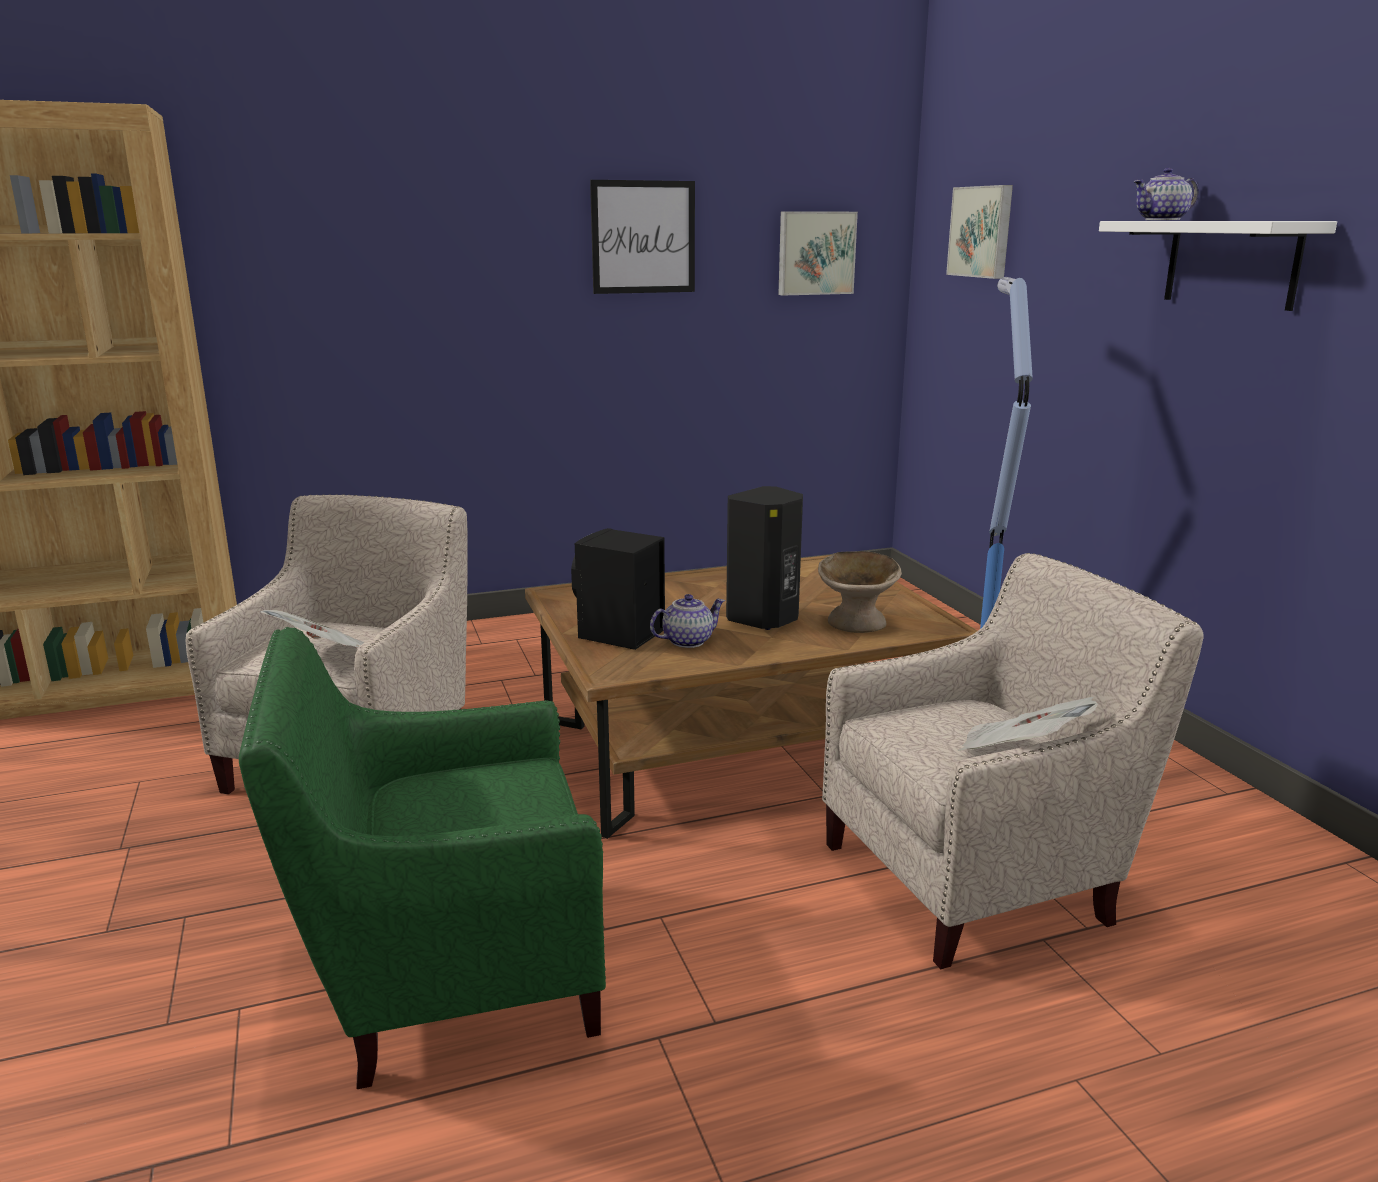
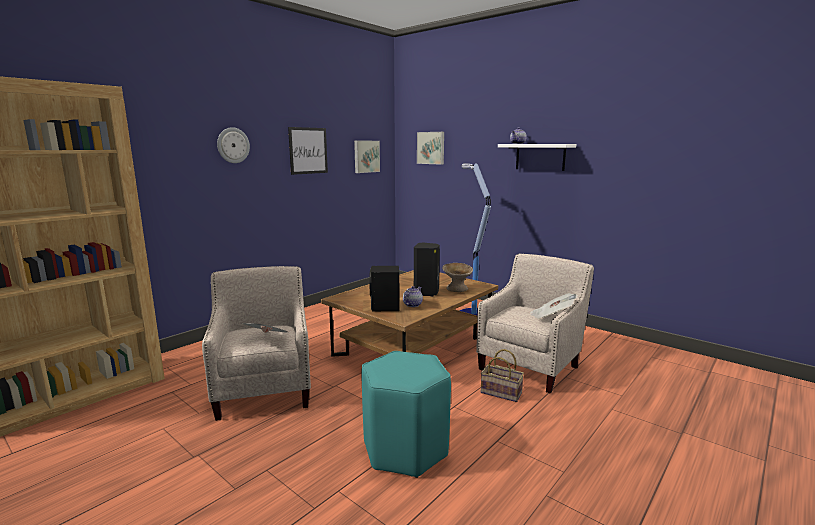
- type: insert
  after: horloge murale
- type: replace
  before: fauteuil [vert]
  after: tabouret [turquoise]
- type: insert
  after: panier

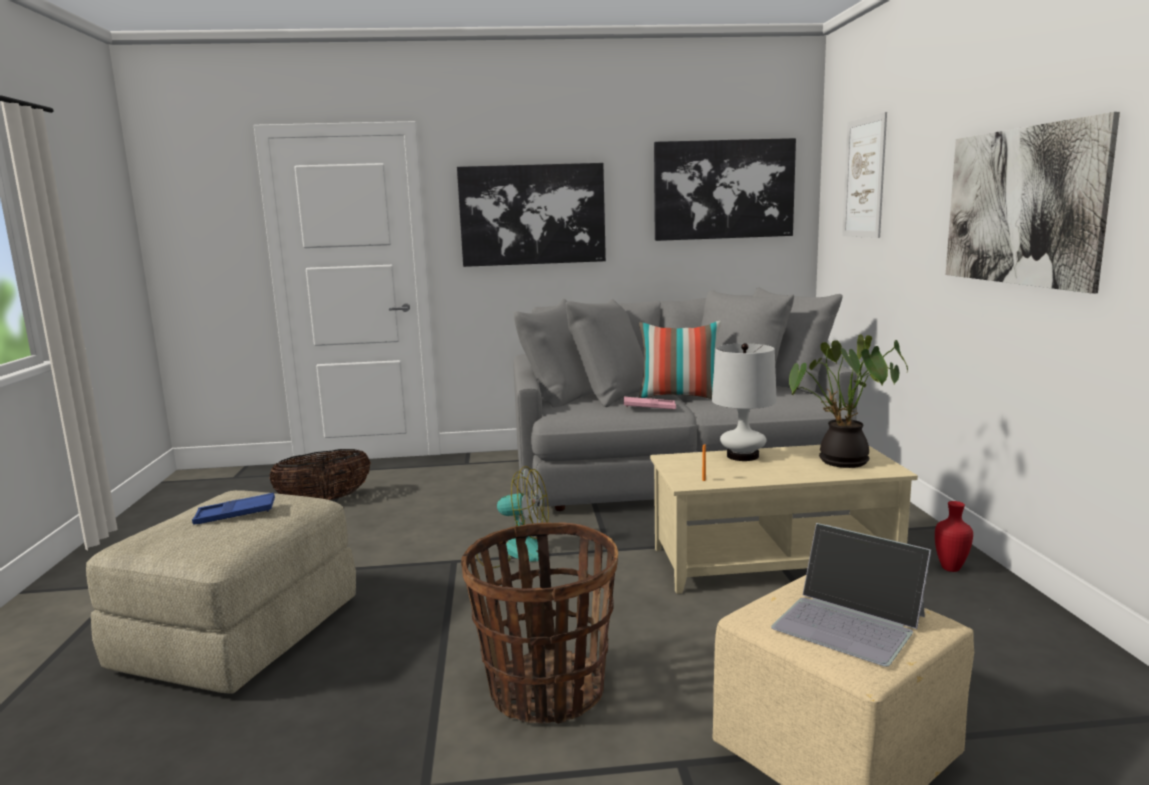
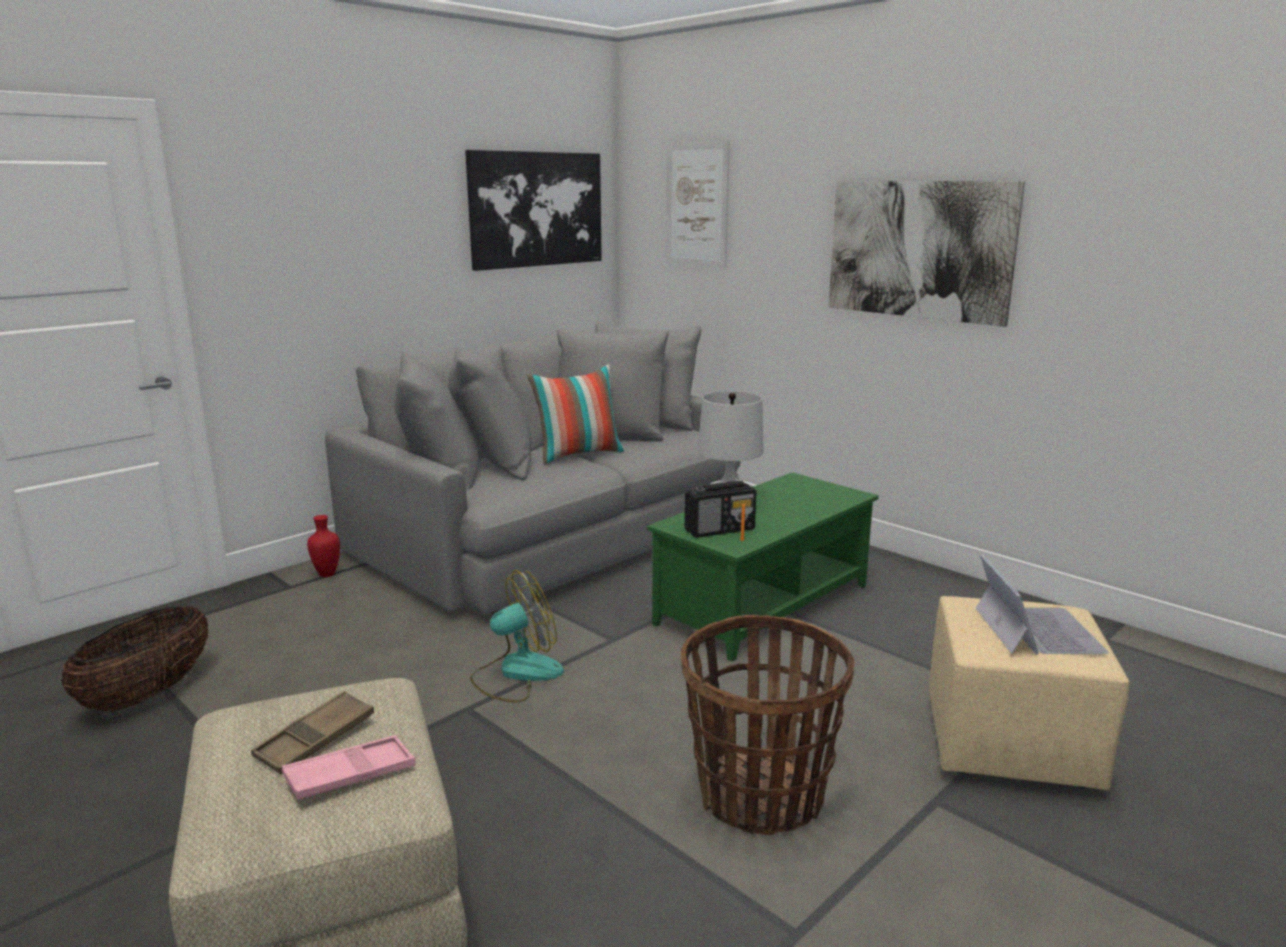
- type: recolor
  before: plateau [bleu]
  after: plateau [marron]
- type: move
  before: plateau [rose]
- type: move
  before: vase [rouge]
- type: recolor
  before: table basse [beige]
  after: table basse [vert]
- type: insert
  after: radio
- type: rotate
  before: ordinateur portable
  turn: -90
- type: delete
  before: tableau (1st from left)
- type: delete
  before: plante en pot

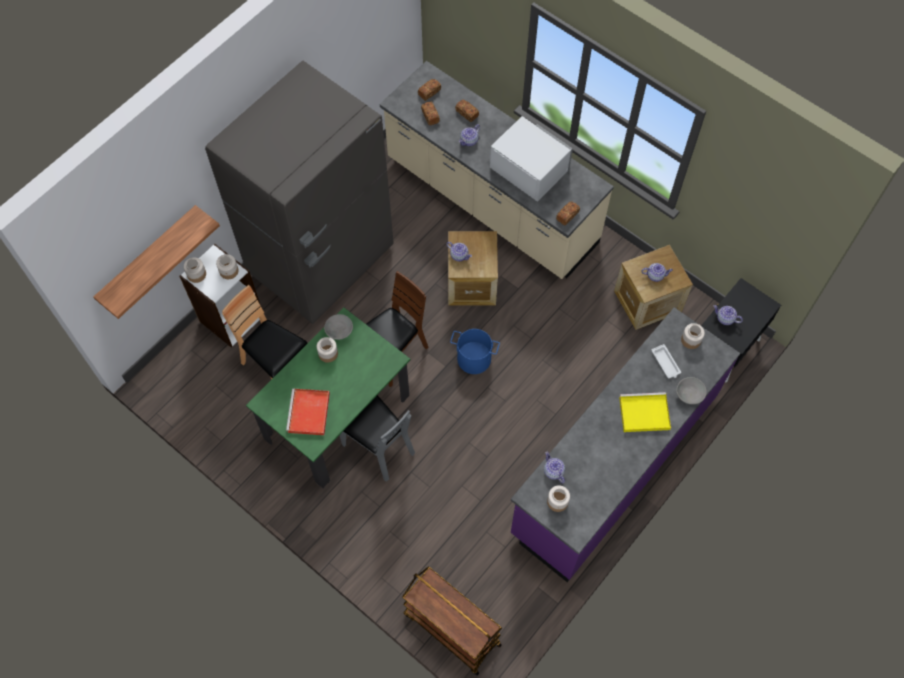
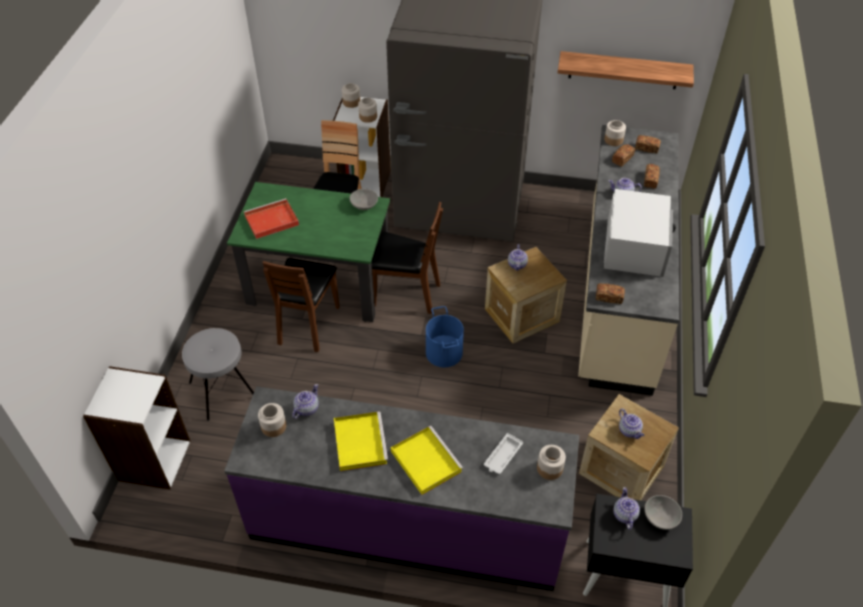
- type: replace
  before: chariot [marron]
  after: bibliothèque [blanc] (1st from left)
- type: insert
  after: tabouret [gris]
- type: recolor
  before: chaise [gris]
  after: chaise [marron] (1st from left)
- type: insert
  after: plateau [jaune] (1st from left)
- type: move
  before: étagère
- type: move
  before: bocal (3rd from left in the first image)
  after: bocal (5th from left)
- type: move
  before: bol [gris] (2nd from left)

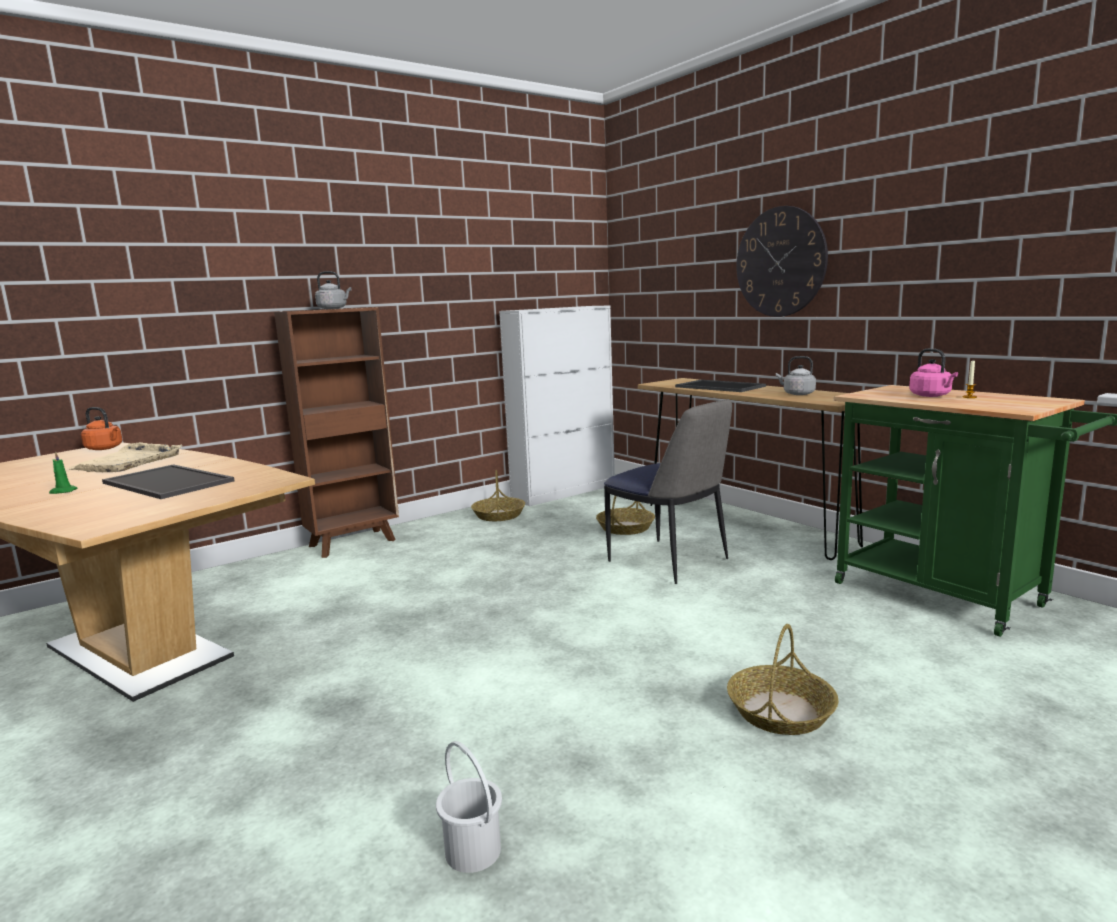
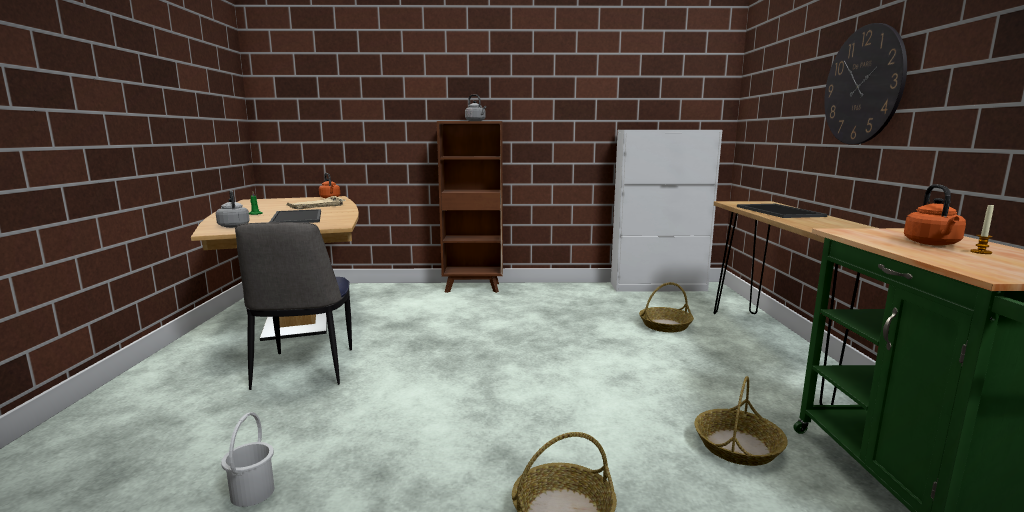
- type: move
  before: bouilloire [gris] (2nd from left in the first image)
  after: bouilloire [gris] (1st from left)
- type: move
  before: chaise
- type: move
  before: panier (1st from left in the first image)
  after: panier (3rd from left)
- type: recolor
  before: bouilloire [rose]
  after: bouilloire [orange] (2nd from left)

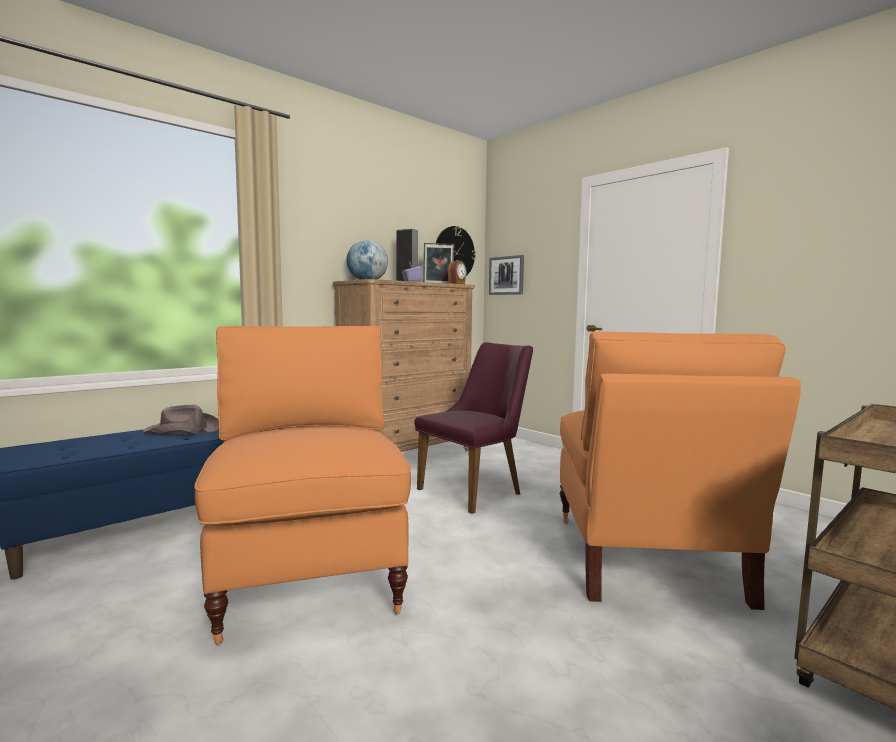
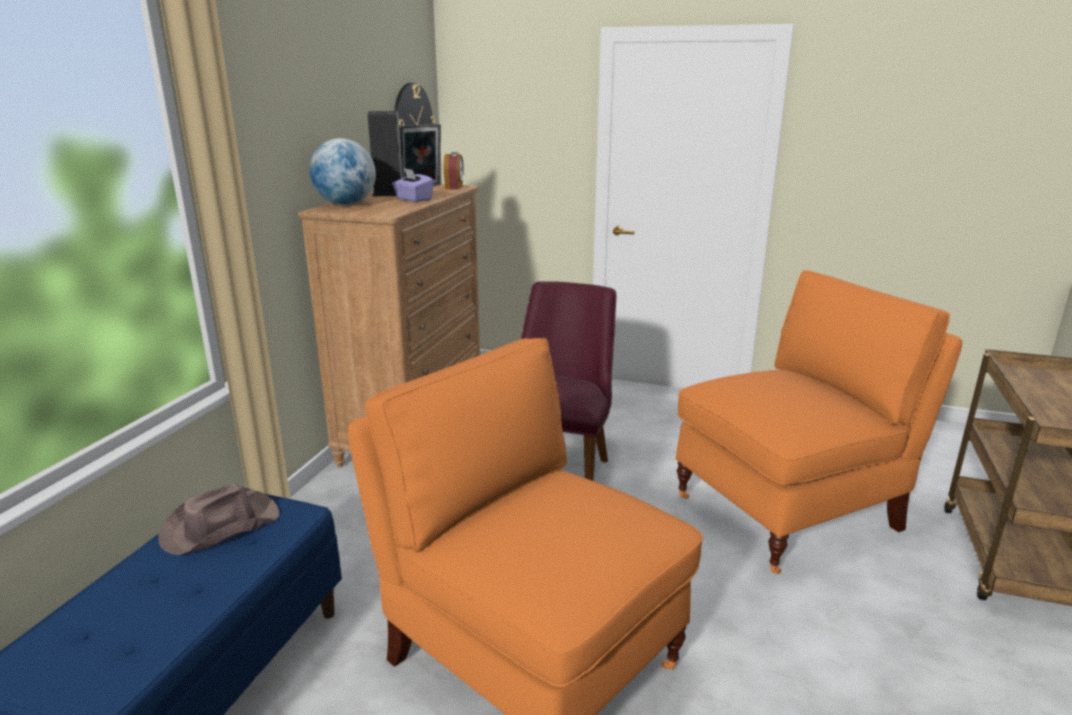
- type: rotate
  before: chaise [orange] (2nd from left)
  turn: -90
- type: delete
  before: tableau

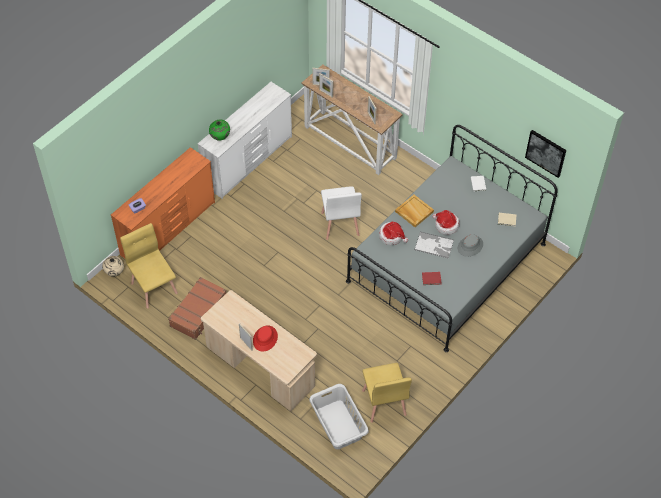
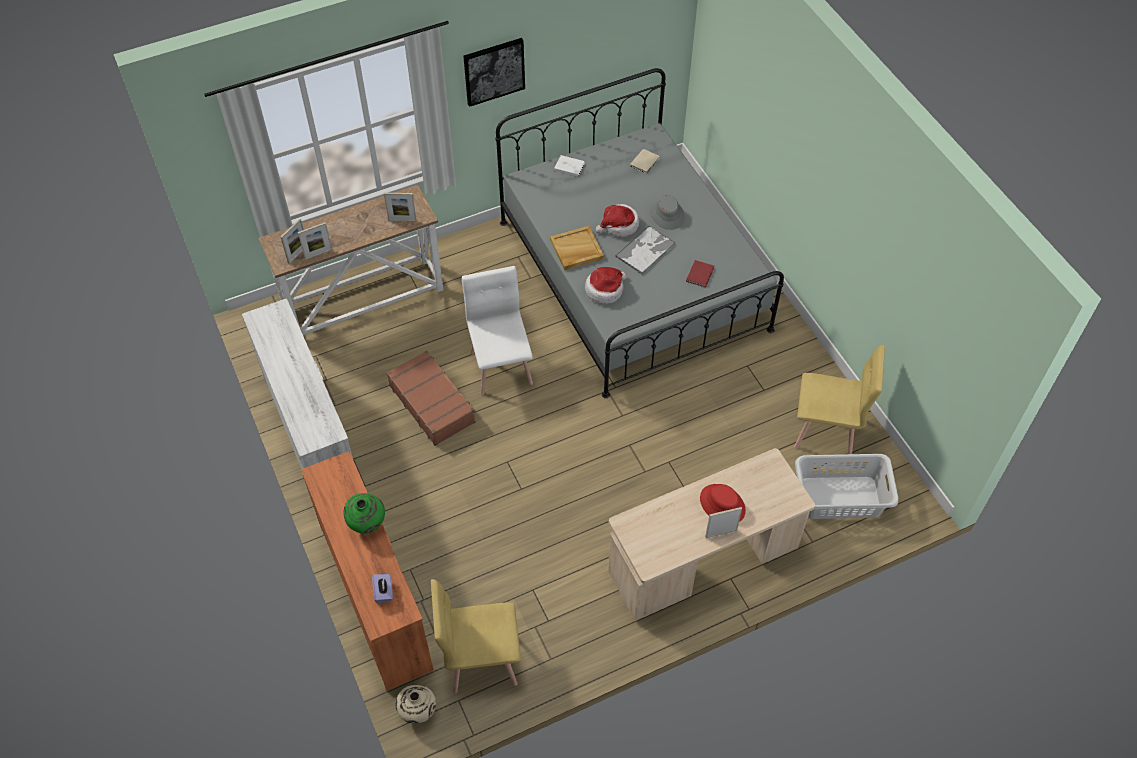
- type: move
  before: vase [vert]
- type: move
  before: valise [marron]
- type: rotate
  before: chaise [blanc]
  turn: -120
- type: move
  before: tableau

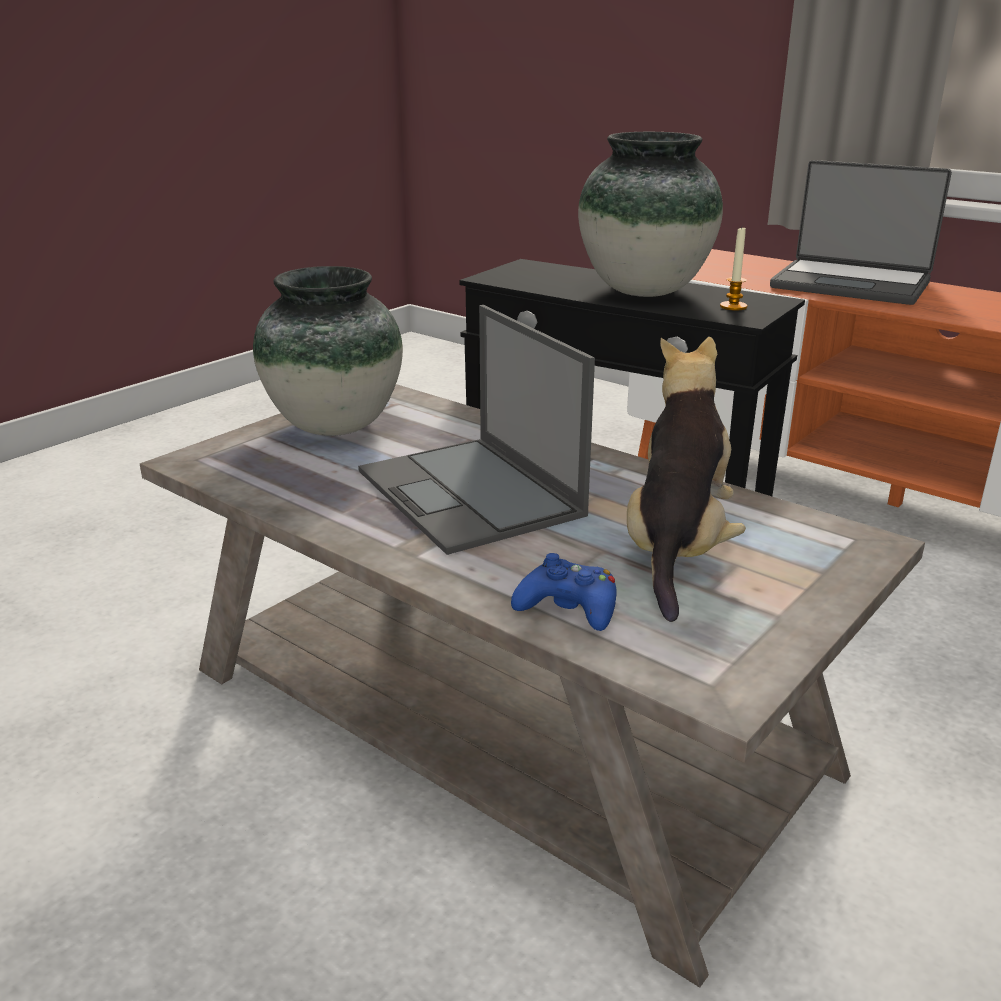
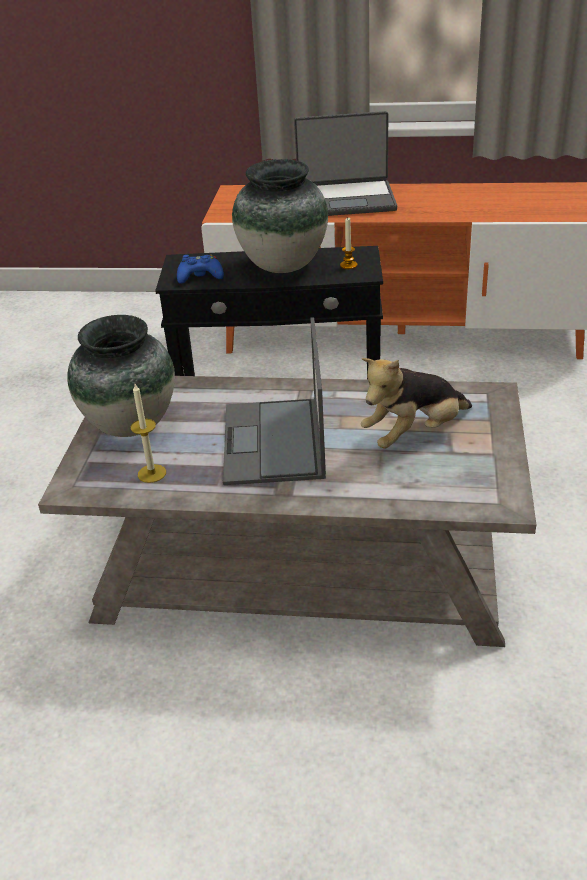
- type: insert
  after: bougie (1st from left)
- type: move
  before: manette [bleu]
- type: rotate
  before: ordinateur portable (1st from left)
  turn: 60
- type: rotate
  before: peluche
  turn: -105

